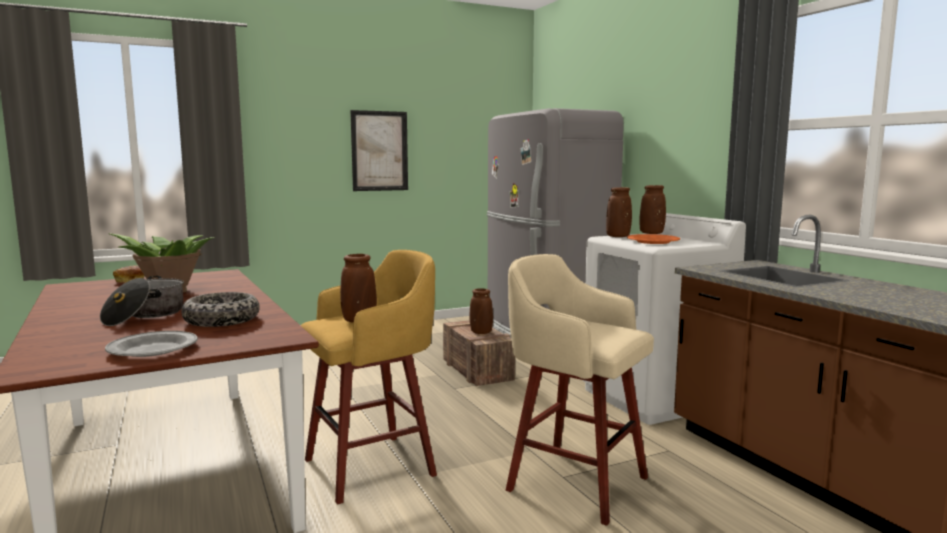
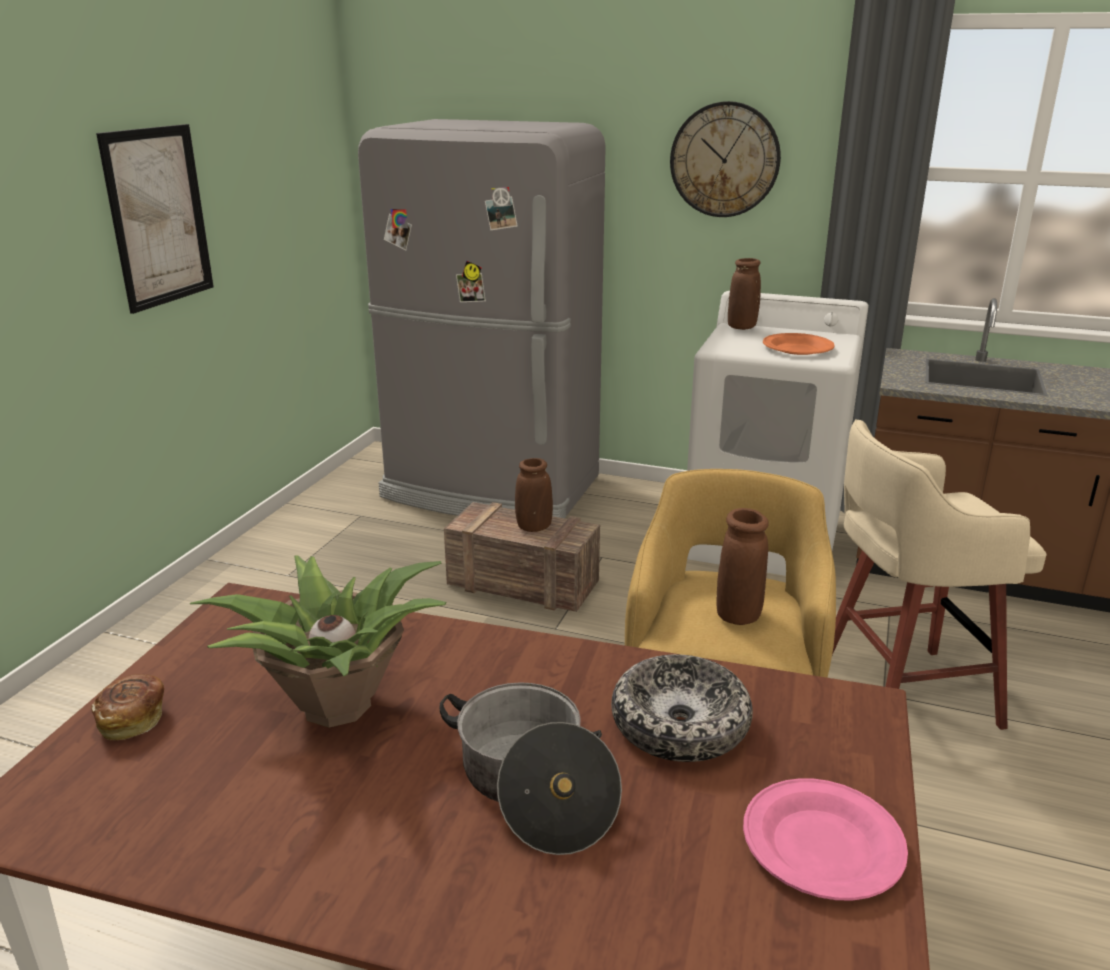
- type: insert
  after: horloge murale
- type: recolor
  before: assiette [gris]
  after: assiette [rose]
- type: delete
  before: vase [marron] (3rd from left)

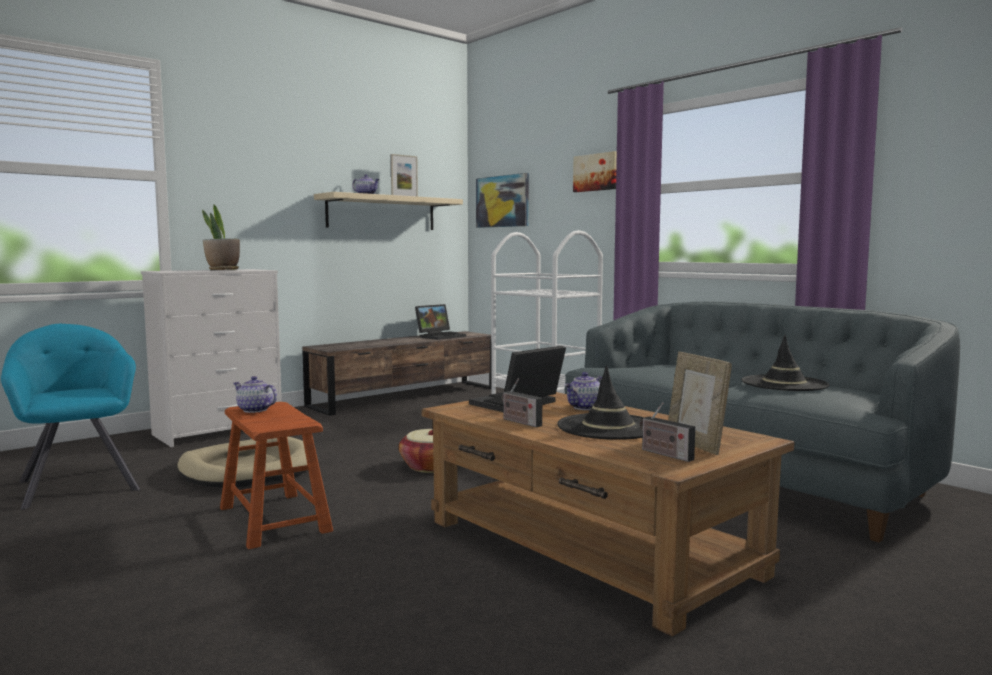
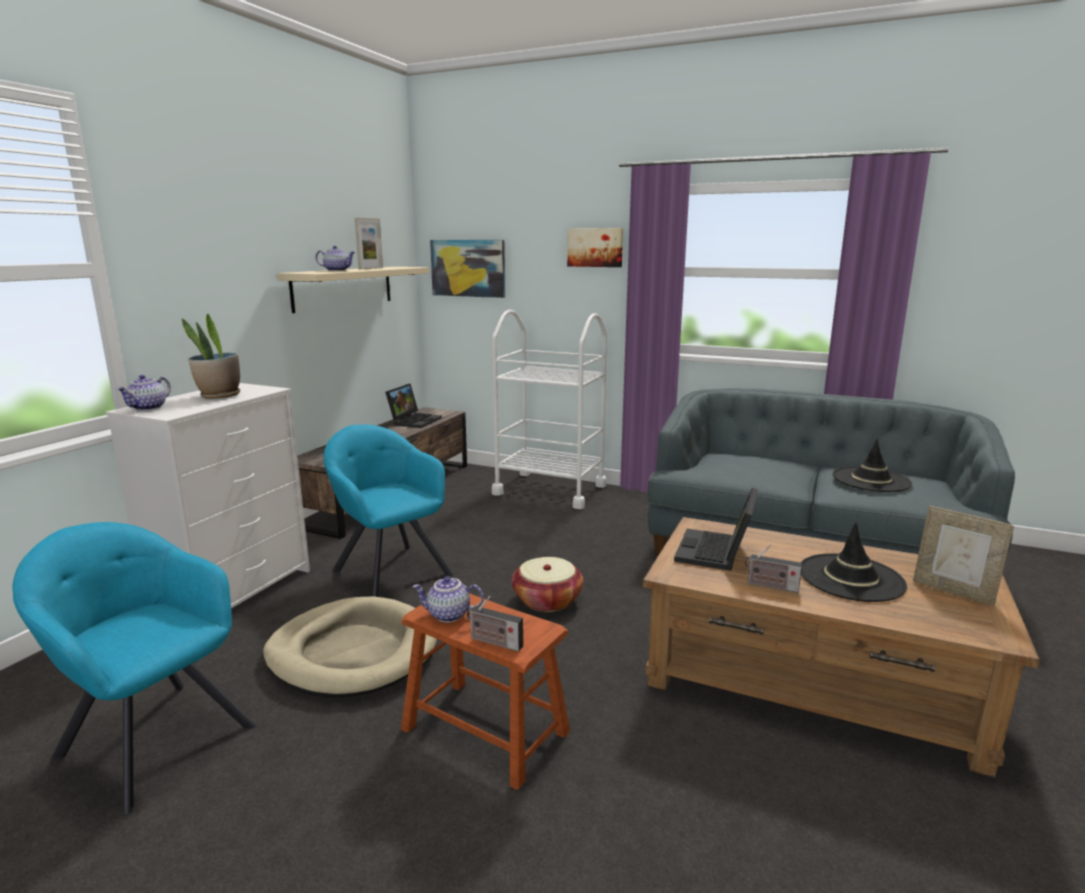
- type: move
  before: théière (3rd from left in the first image)
  after: théière (1st from left)
- type: insert
  after: fauteuil [turquoise] (2nd from left)
- type: move
  before: radio (2nd from left in the first image)
  after: radio (1st from left)

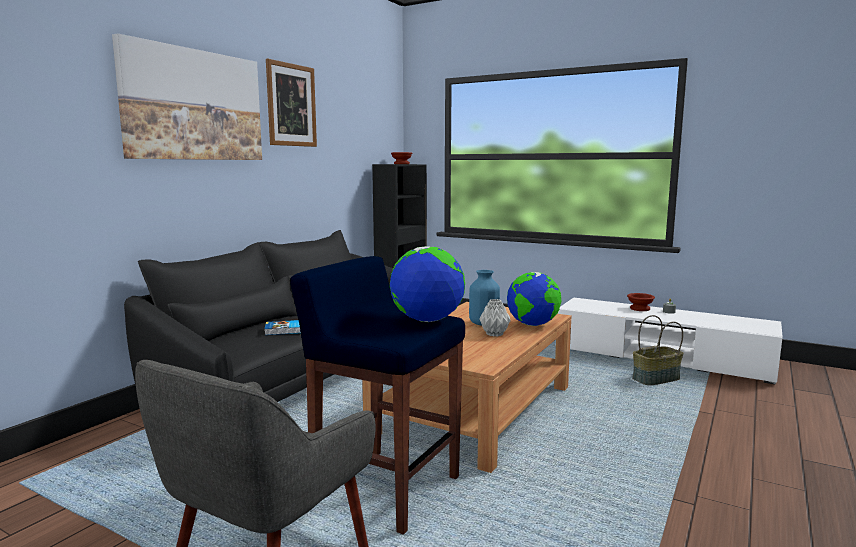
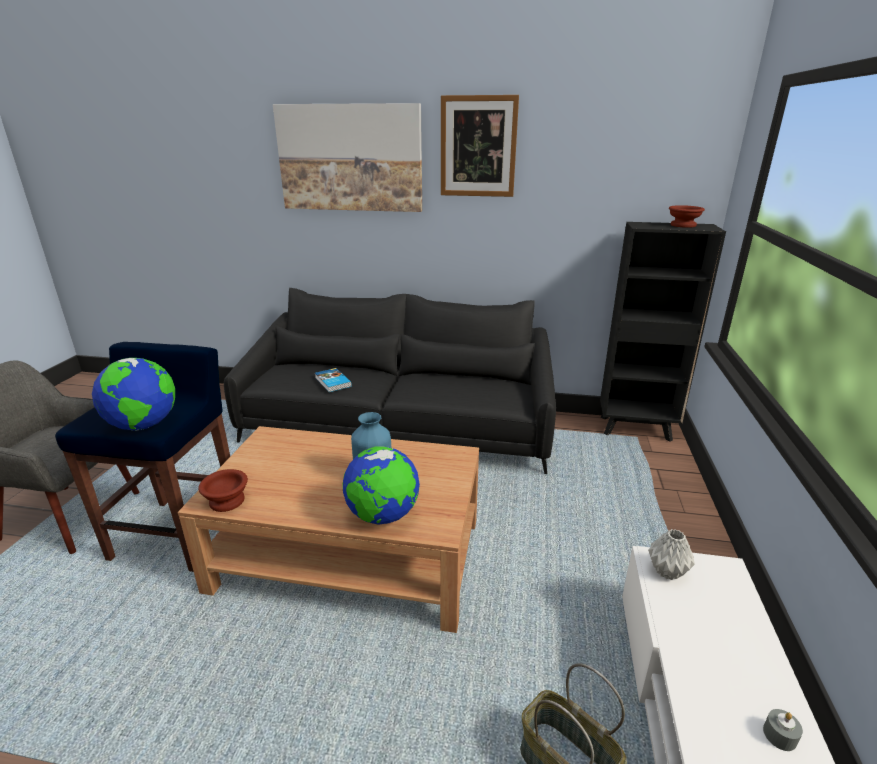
- type: move
  before: bol [marron] (2nd from left in the first image)
  after: bol [marron] (1st from left)
- type: move
  before: vase [gris]

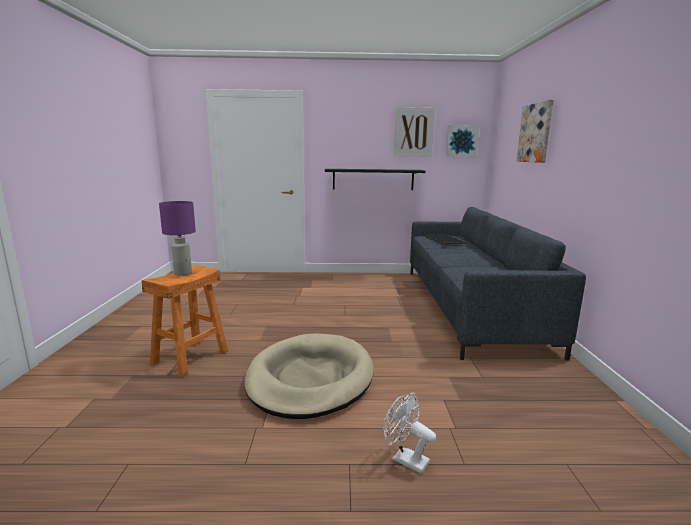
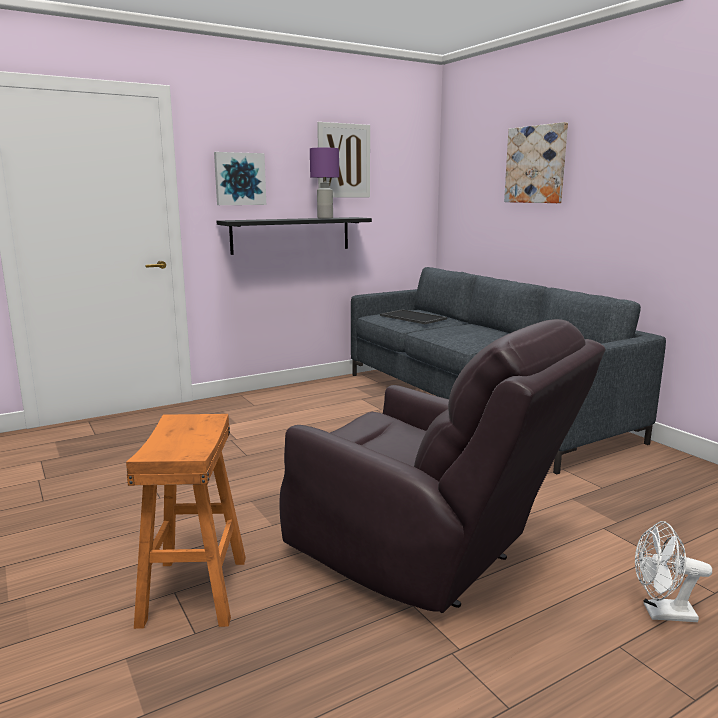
- type: move
  before: tableau (2nd from left in the first image)
  after: tableau (1st from left)
- type: replace
  before: panier pour chien [beige]
  after: fauteuil [marron]
- type: move
  before: lampe de table [violet]

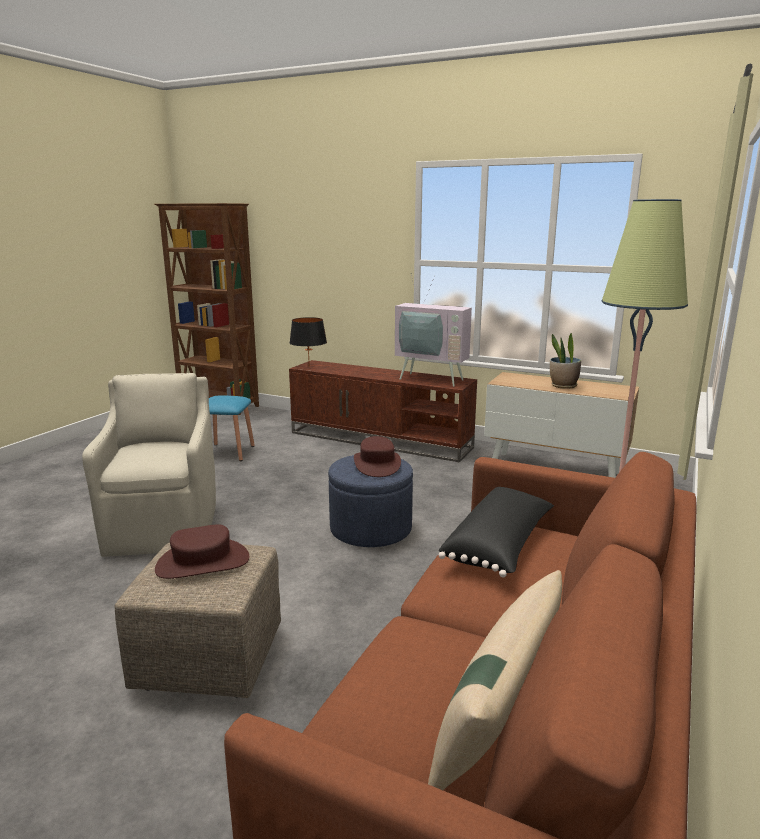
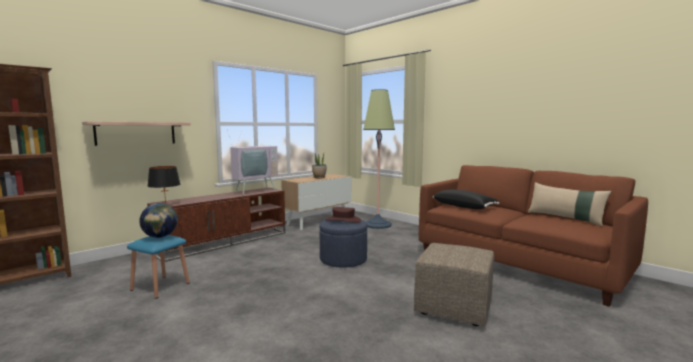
- type: insert
  after: étagère
- type: insert
  after: globe
- type: delete
  before: fauteuil [beige]
- type: delete
  before: chapeau [marron] (1st from left)

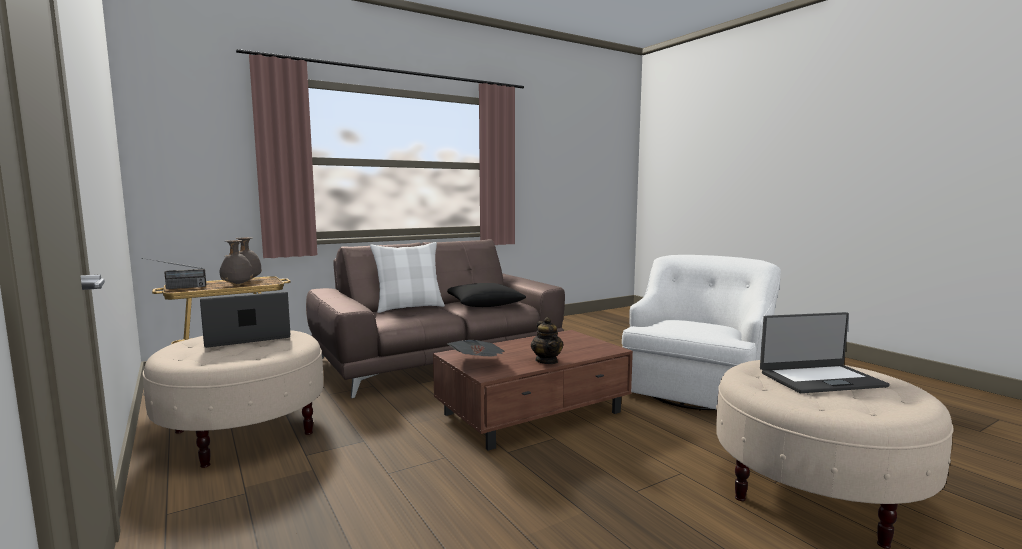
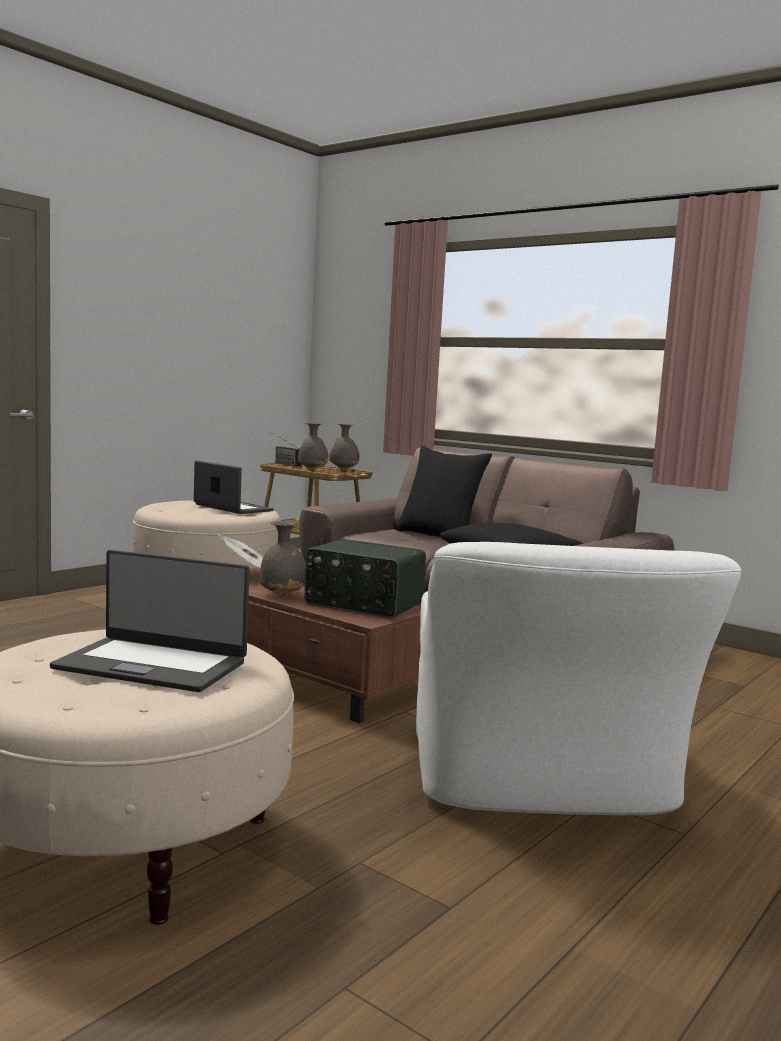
- type: rotate
  before: ordinateur portable (2nd from left in the first image)
  turn: -45
- type: replace
  before: théière
  after: vase [gris] (1st from left)
- type: insert
  after: radio (2nd from left)
- type: recolor
  before: coussin [blanc]
  after: coussin [noir] (1st from left)
- type: rotate
  before: fauteuil [blanc]
  turn: 75

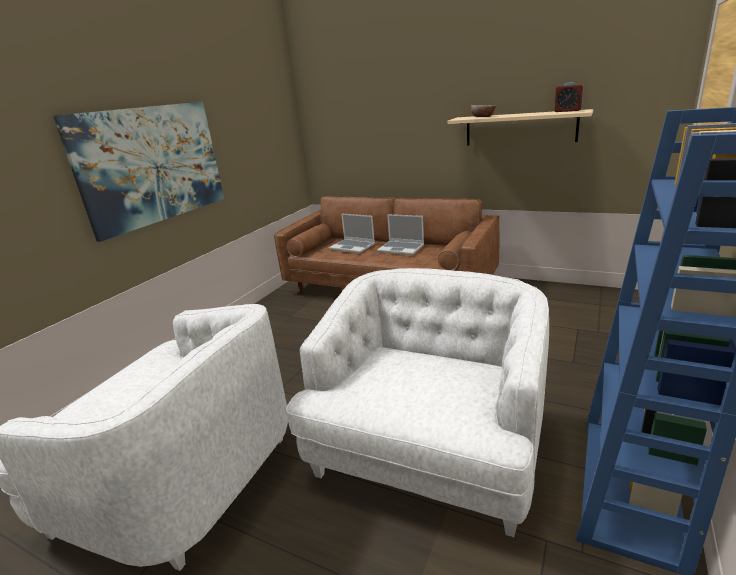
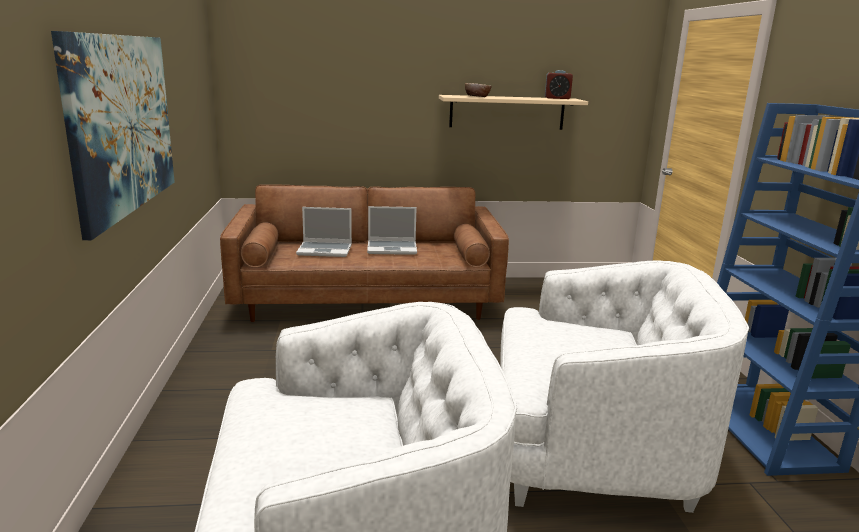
- type: rotate
  before: fauteuil [blanc] (2nd from left)
  turn: 105

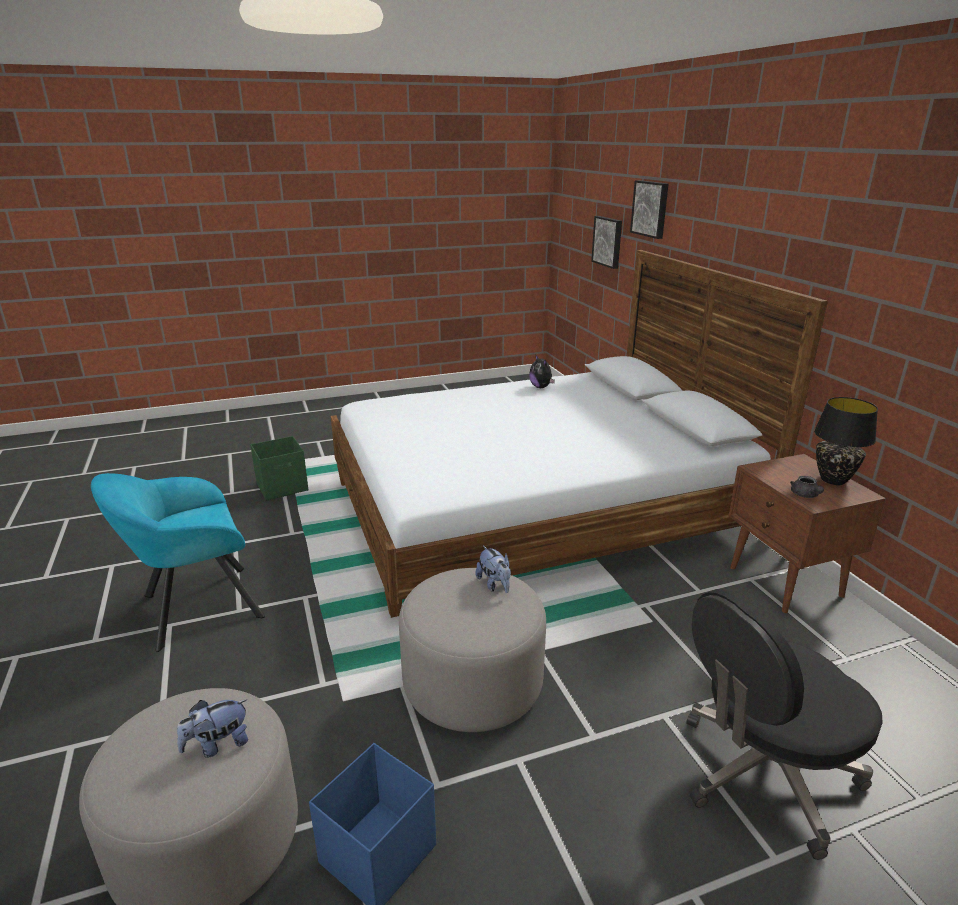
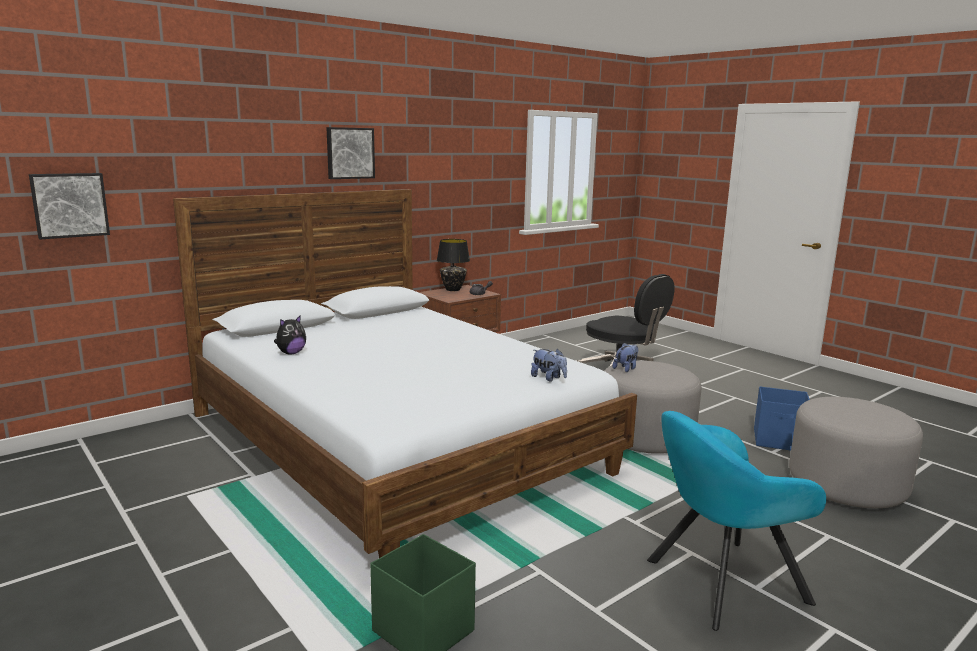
- type: move
  before: tableau (2nd from left)
- type: move
  before: peluche (1st from left in the first image)
  after: peluche (2nd from left)
- type: rotate
  before: fauteuil [turquoise]
  turn: 120

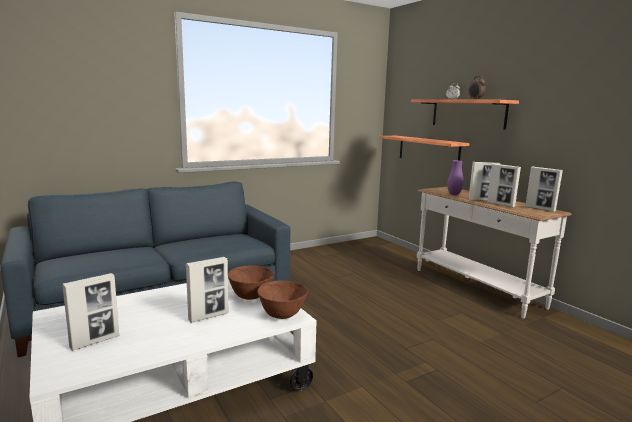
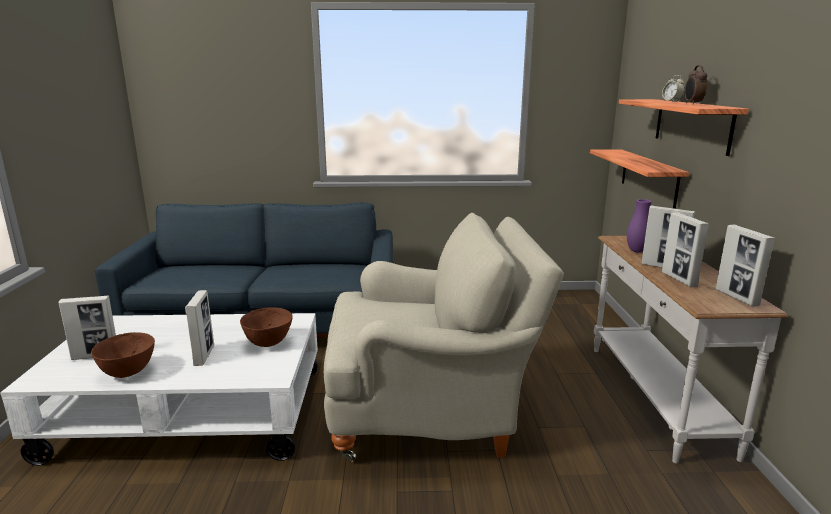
- type: move
  before: bol [marron] (2nd from left in the first image)
  after: bol [marron] (1st from left)
- type: rotate
  before: cadre photo (2nd from left)
  turn: -90
- type: insert
  after: fauteuil [beige]

